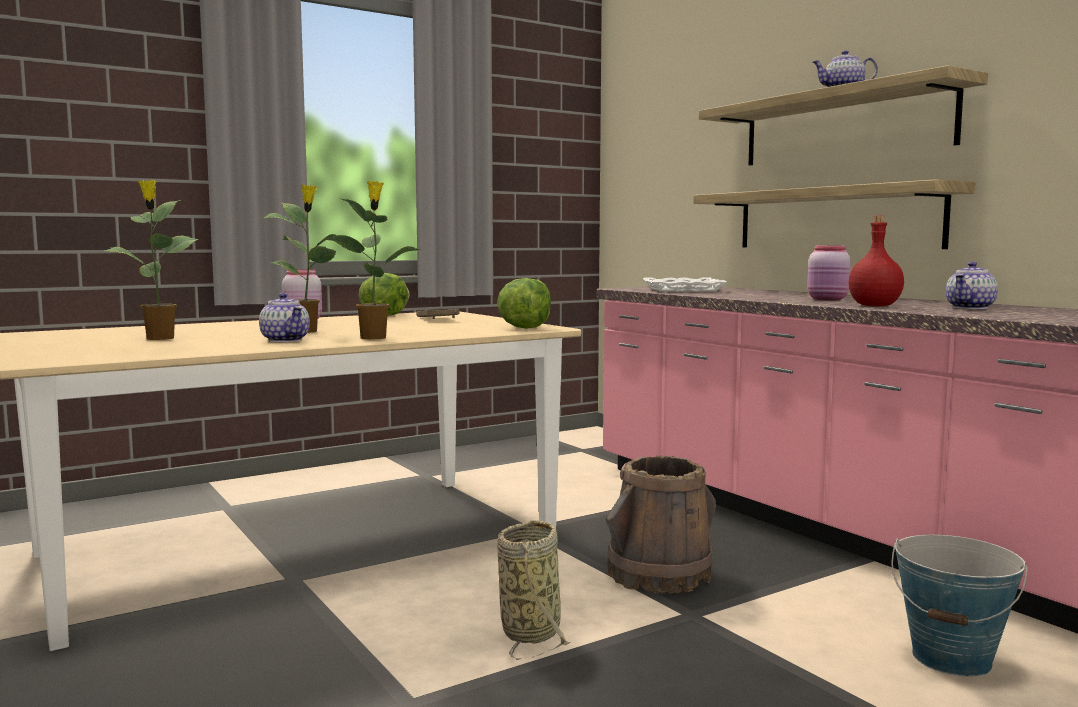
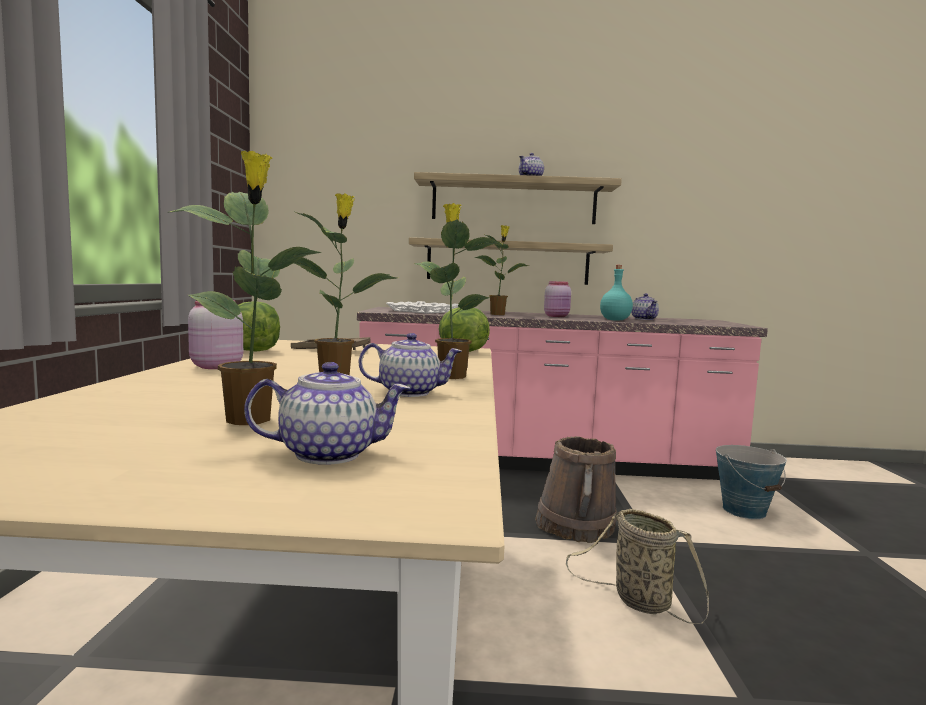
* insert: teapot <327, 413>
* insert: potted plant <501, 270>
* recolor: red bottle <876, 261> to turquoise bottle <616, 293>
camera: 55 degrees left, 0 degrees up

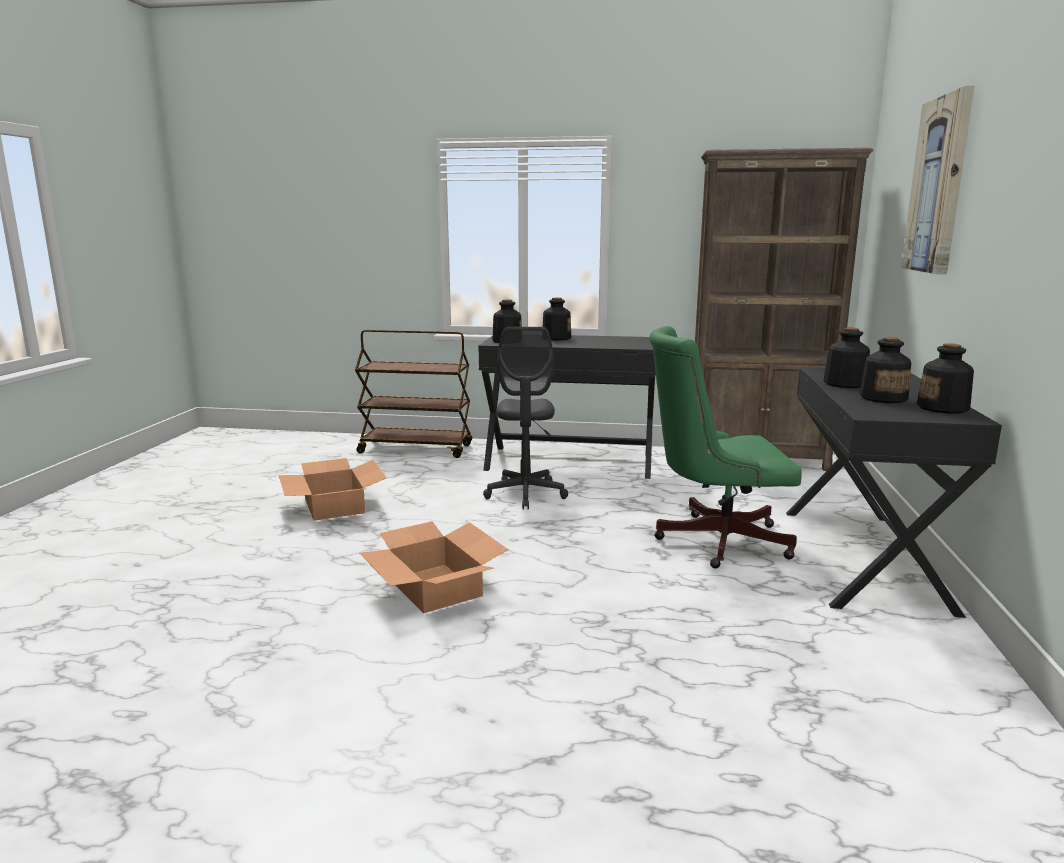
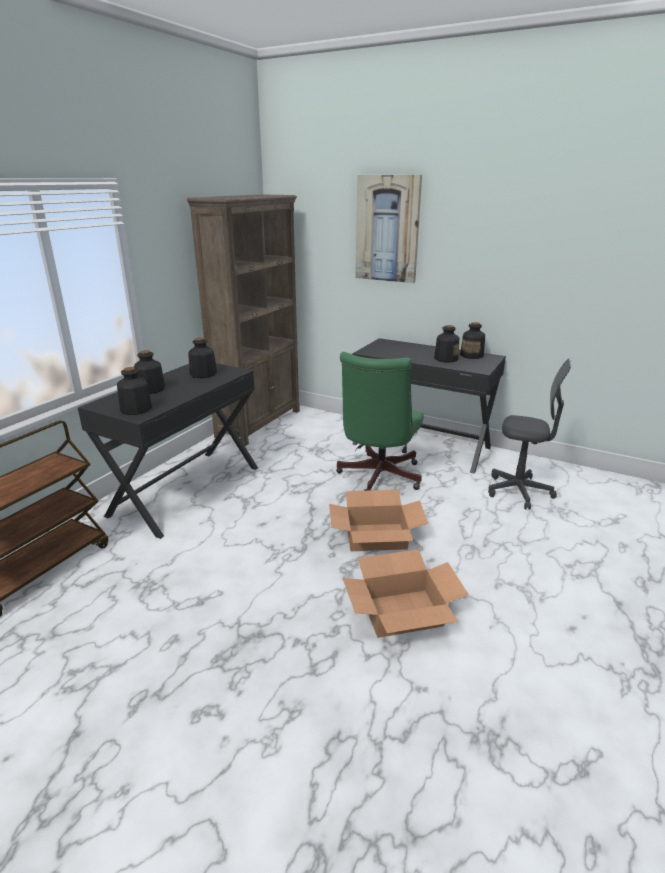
* move: cardboard box <332, 489> to <379, 520>
* move: grey office chair <525, 418> to <529, 434>
* move: bottle <846, 358> to <202, 358>
camera: 70 degrees left, 10 degrees up

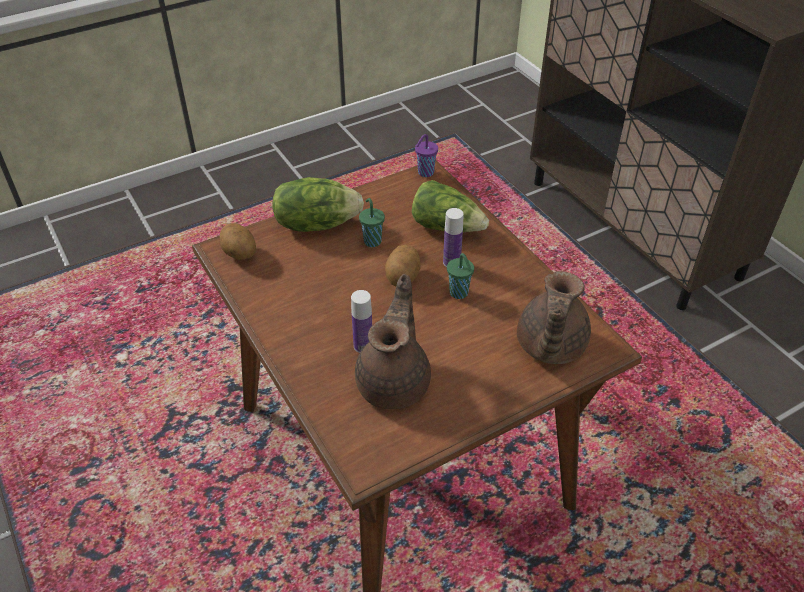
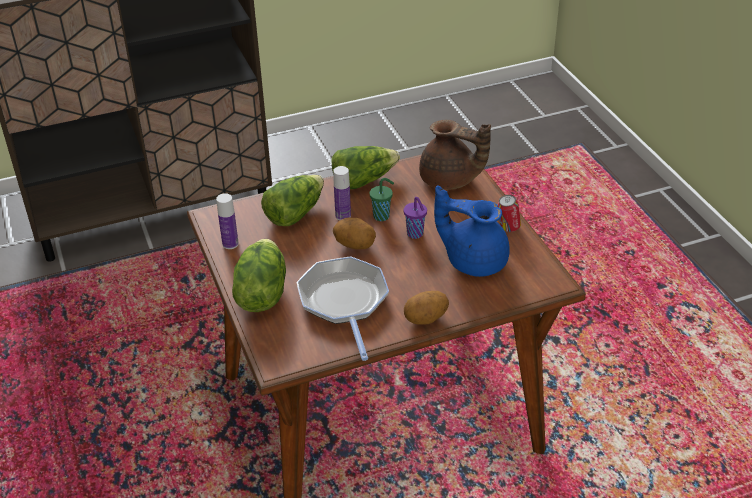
* delete: green cup <372, 222>
* insert: frying pan <342, 308>
* insert: lettuce <365, 168>
* insert: can <509, 213>
* move: potato <238, 241> to <426, 308>
* move: bottle <361, 321> to <227, 221>
* move: purple cup <426, 155> to <415, 218>
* recolor: brown teapot <393, 341> to blue teapot <472, 231>
camera: 80 degrees left, 5 degrees down

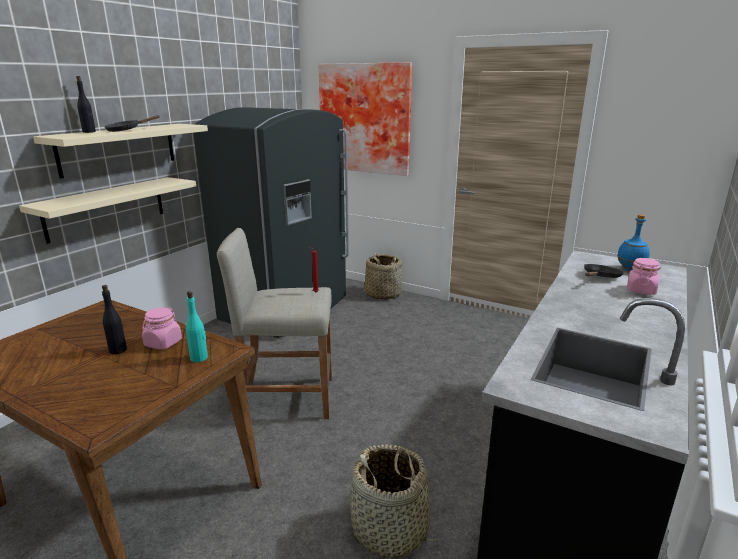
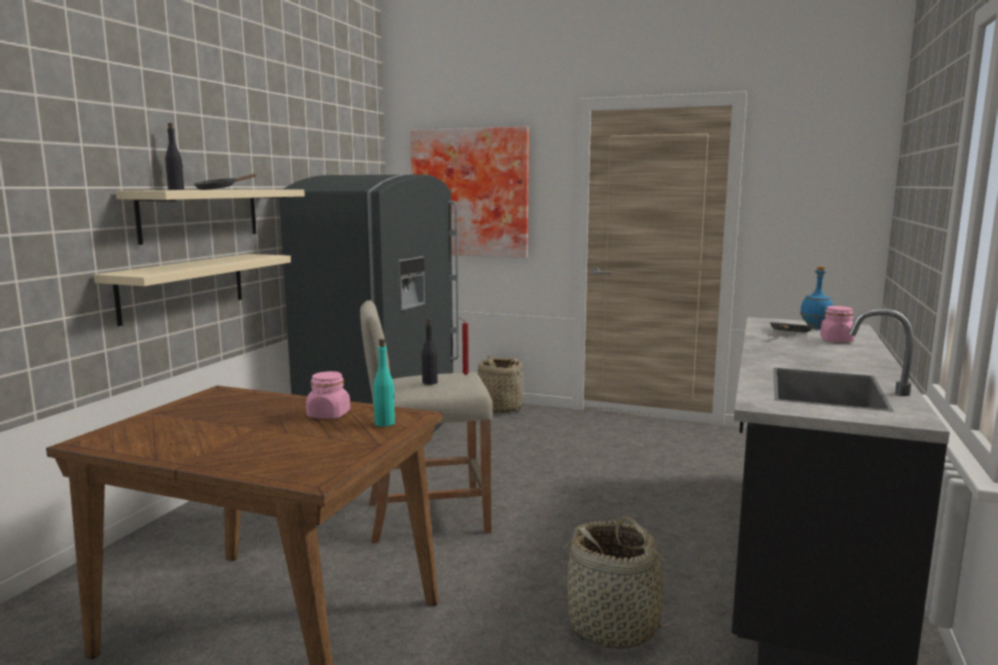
* move: black bottle <114, 319> to <430, 351>
camera: 10 degrees left, 10 degrees down

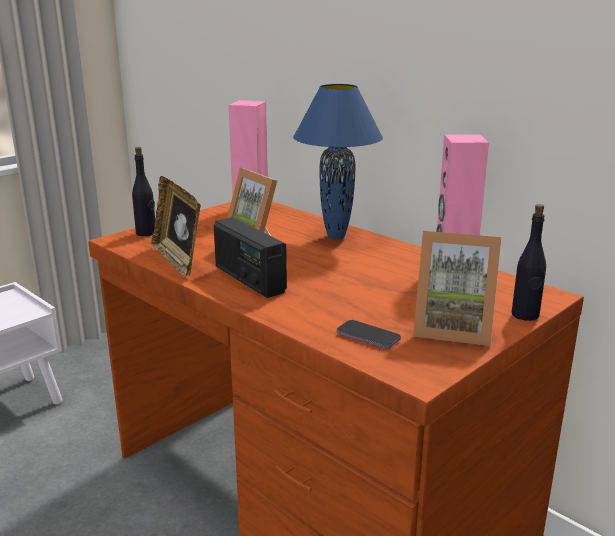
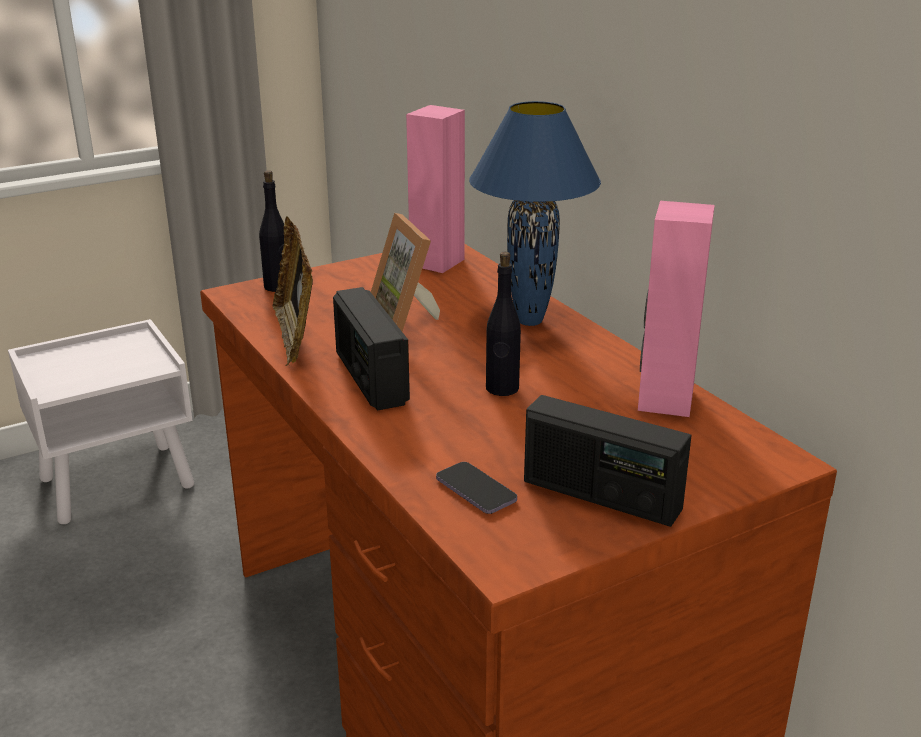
* move: black bottle <529, 262> to <503, 324>
* replace: picture frame <457, 288> to radio <607, 461>
camera: 15 degrees right, 5 degrees up

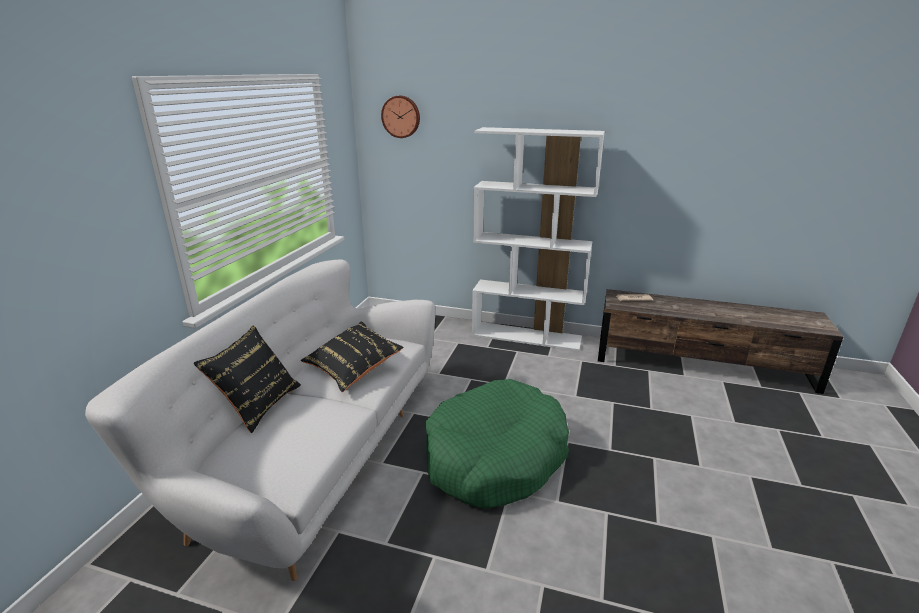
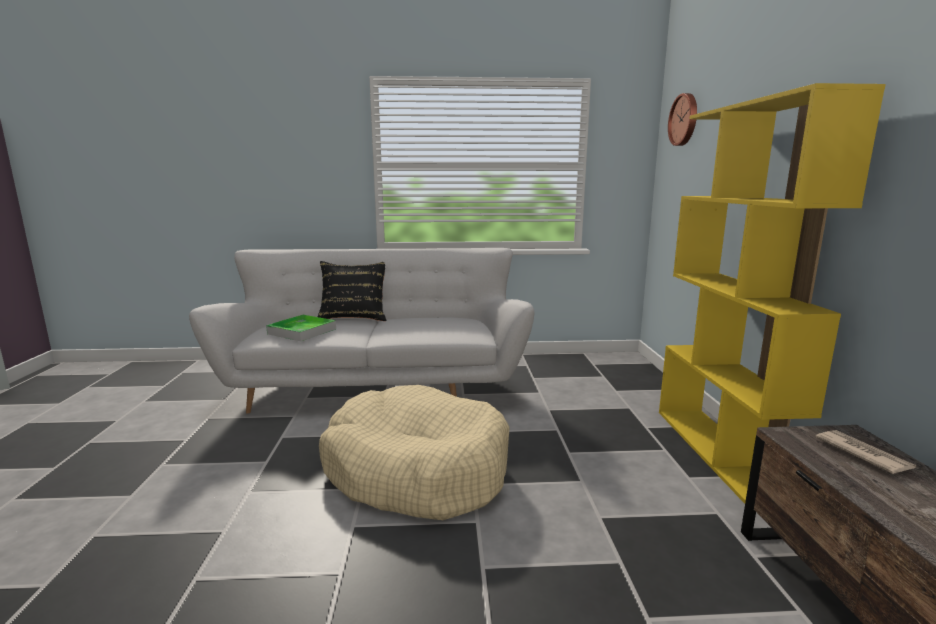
* delete: black pillow <352, 356>
* insert: tray <301, 328>
* recolor: green dog bed <497, 444> to beige dog bed <414, 452>
* recolor: white bookcase <538, 239> to yellow bookcase <772, 293>
camera: 70 degrees right, 10 degrees down

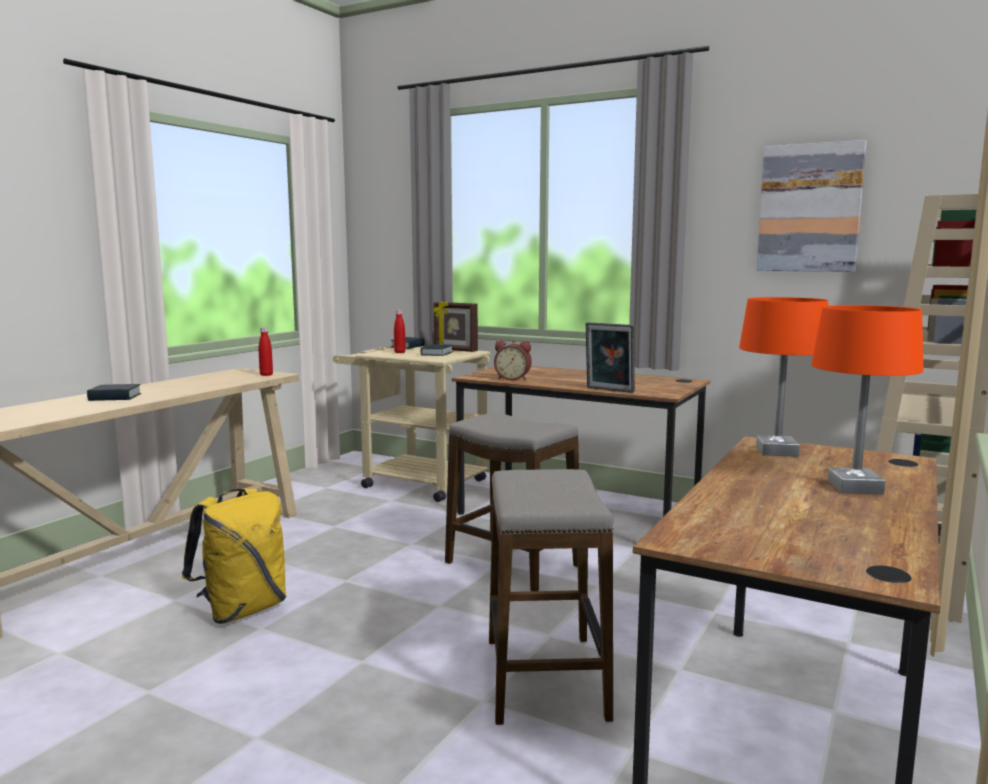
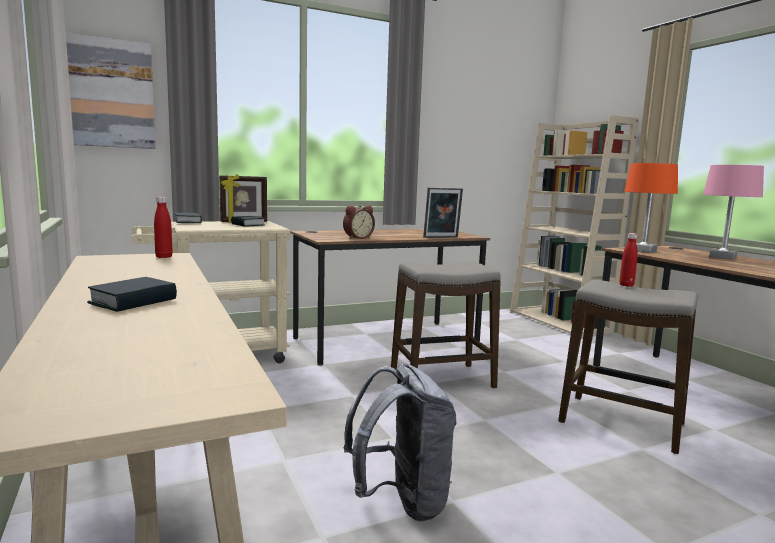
* move: red bottle <400, 331> to <628, 260>
* move: picture <811, 206> to <111, 91>
* recolor: yellow backpack <234, 556> to grey backpack <400, 442>
* recolor: orange table lamp <867, 399> to pink table lamp <733, 212>
camera: 55 degrees left, 0 degrees up

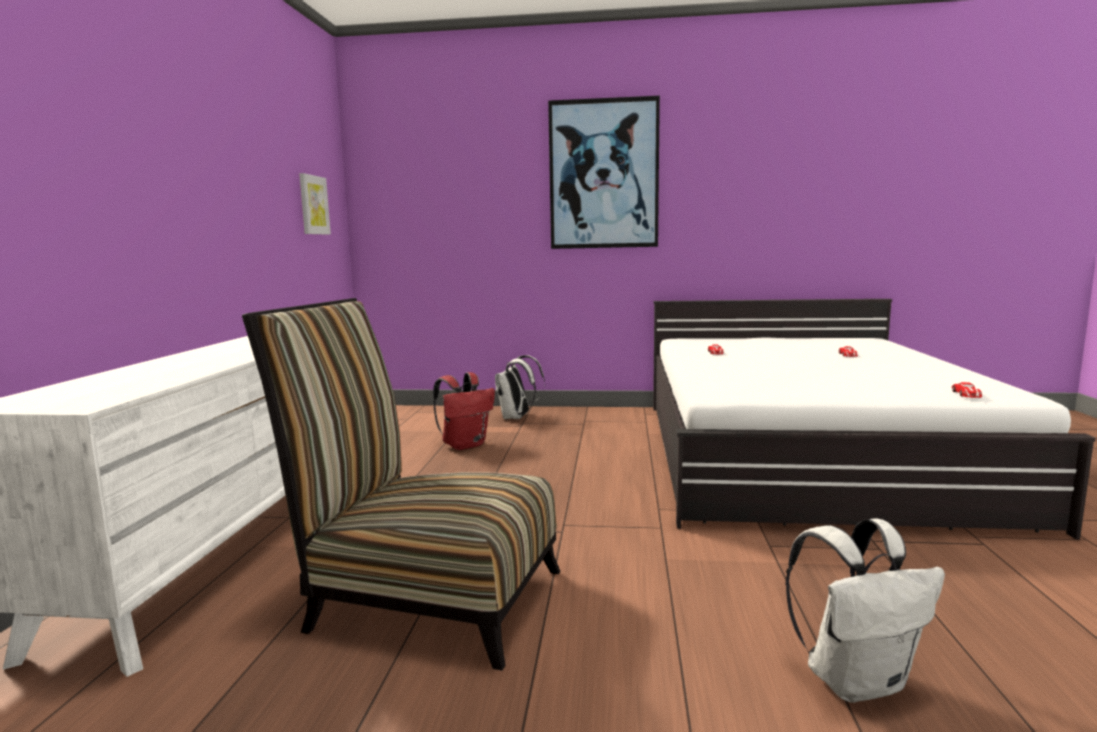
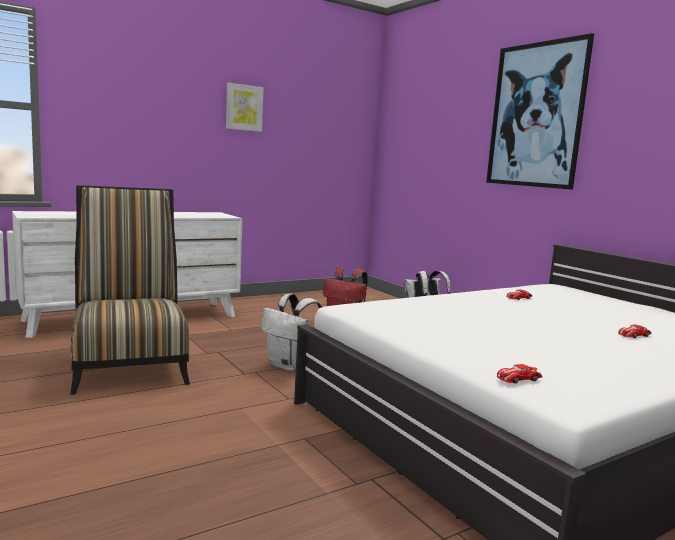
* move: picture <315, 204> to <245, 107>
* move: white backpack <865, 610> to <291, 332>
camera: 50 degrees right, 0 degrees up

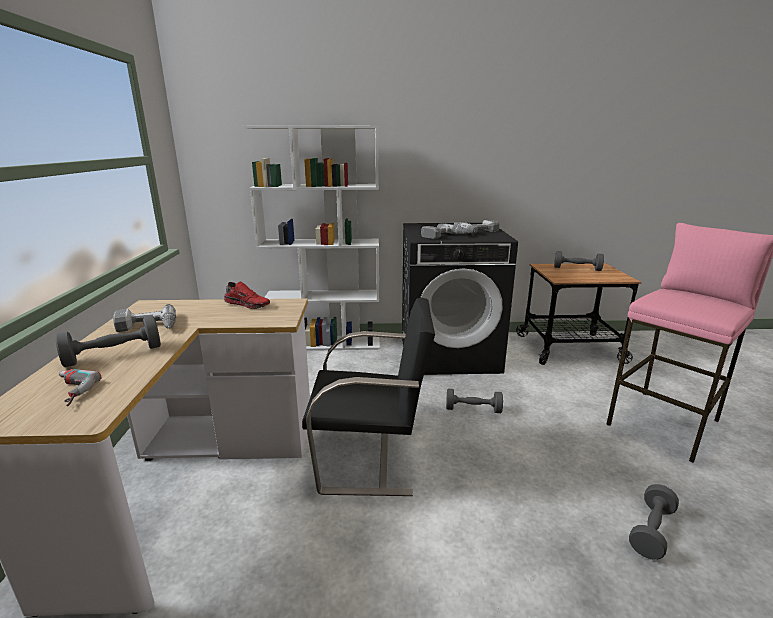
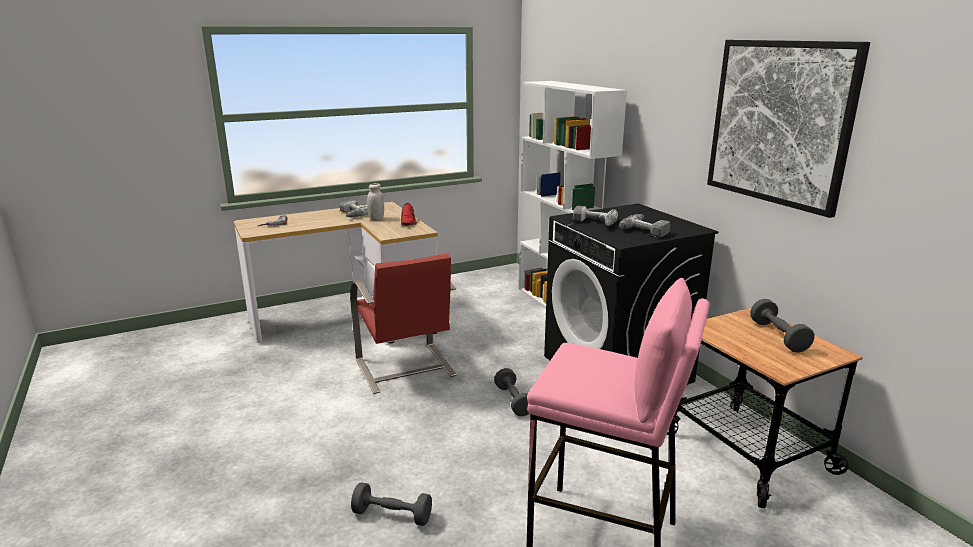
* delete: grey dumbbell <108, 341>
* insert: white jar <375, 202>
* insert: picture <788, 129>
* recolor: black chair <368, 396> to red chair <403, 323>
camera: 65 degrees right, 0 degrees up

